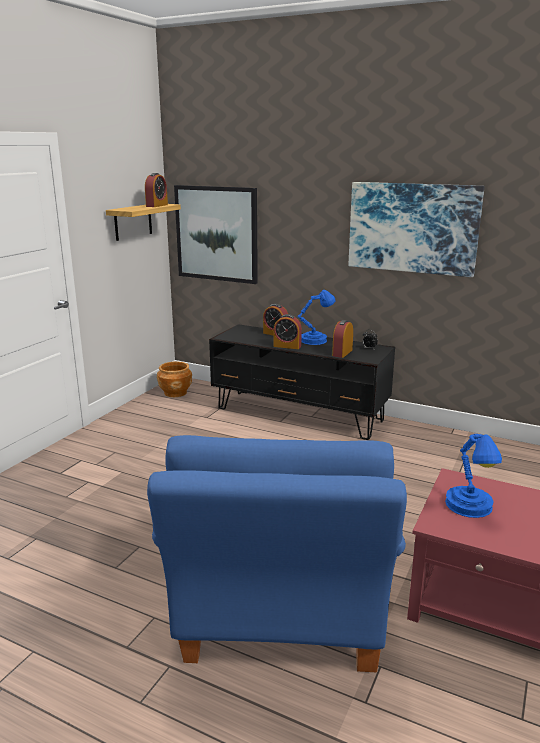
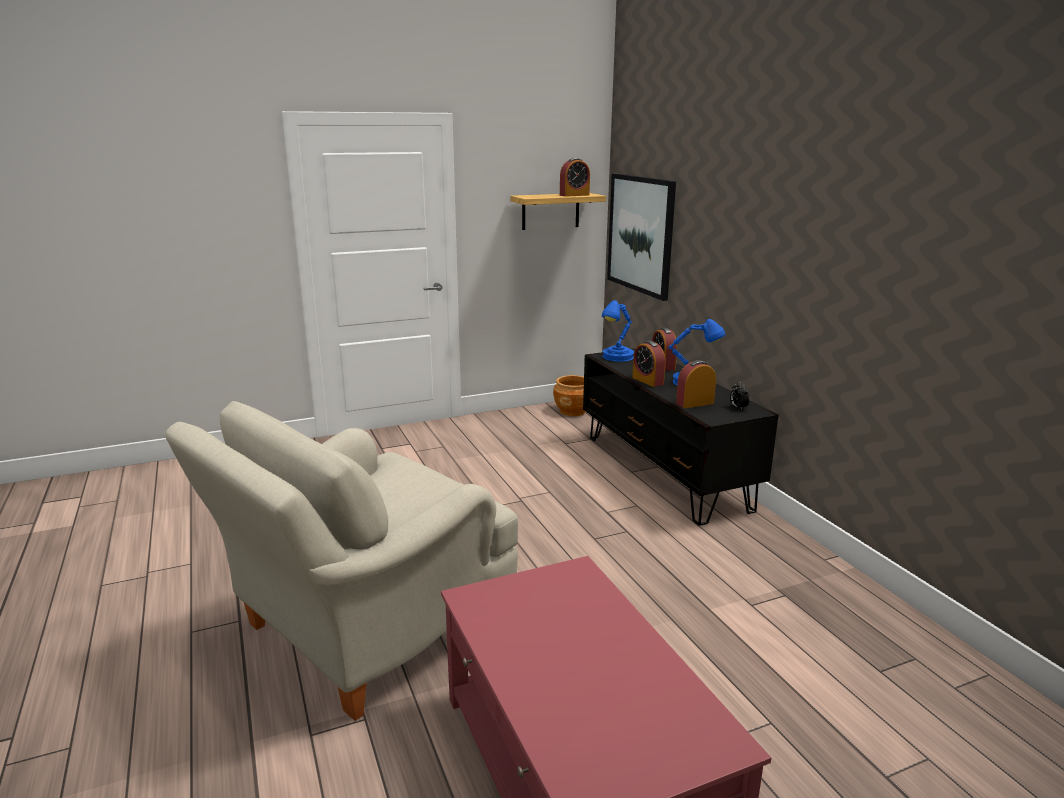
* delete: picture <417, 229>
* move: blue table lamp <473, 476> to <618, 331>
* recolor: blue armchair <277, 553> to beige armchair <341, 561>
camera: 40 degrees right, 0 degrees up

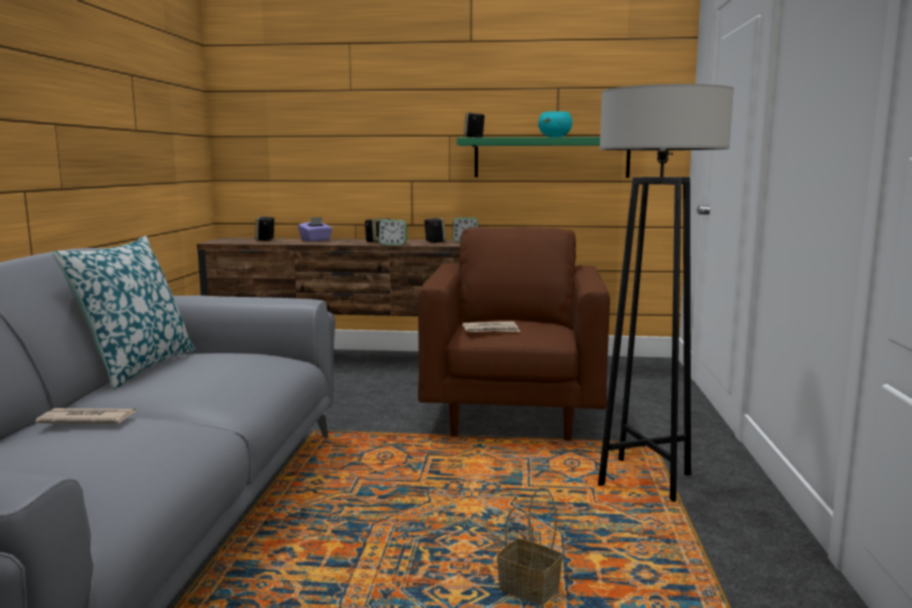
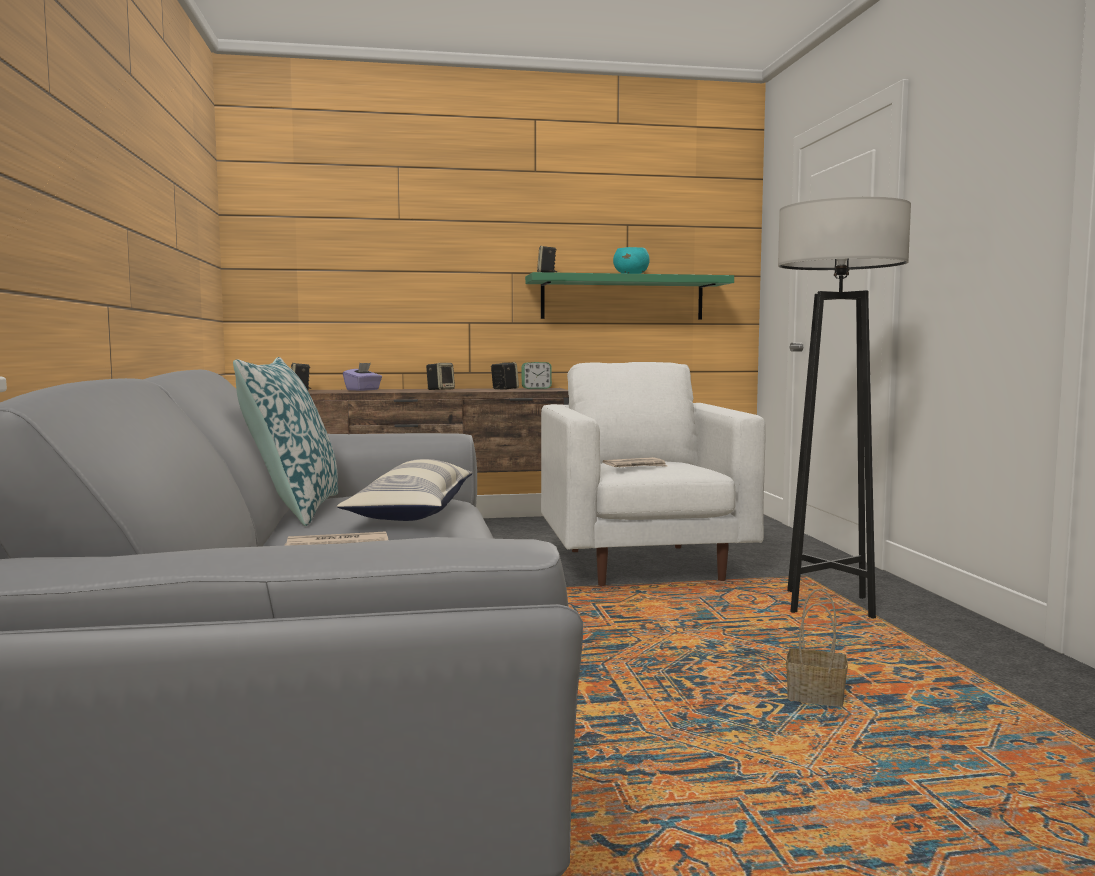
* delete: alarm clock <393, 232>
* insert: pillow <405, 490>
* recolor: brown armchair <514, 334> to white armchair <653, 474>
camera: 15 degrees left, 5 degrees down

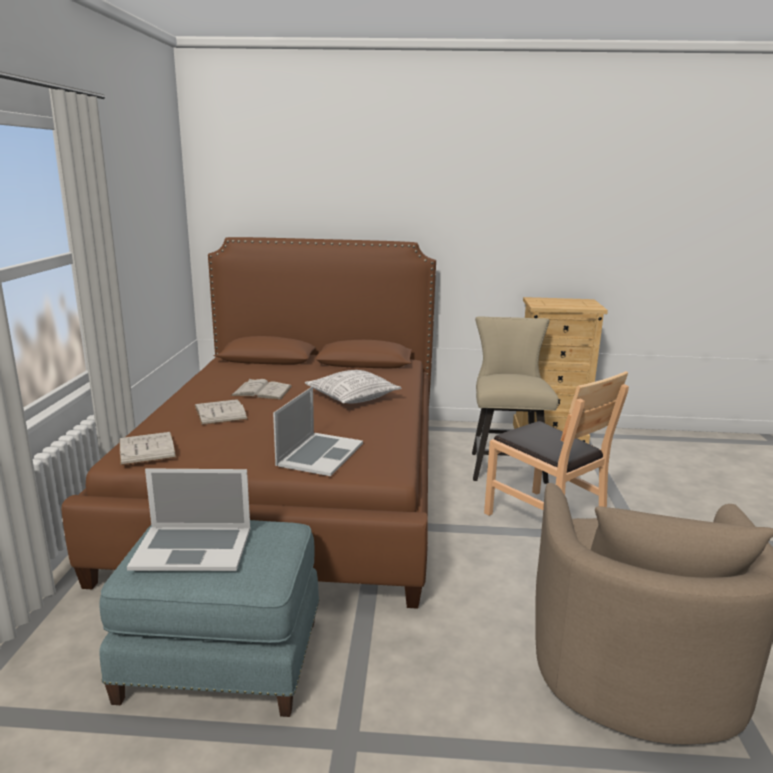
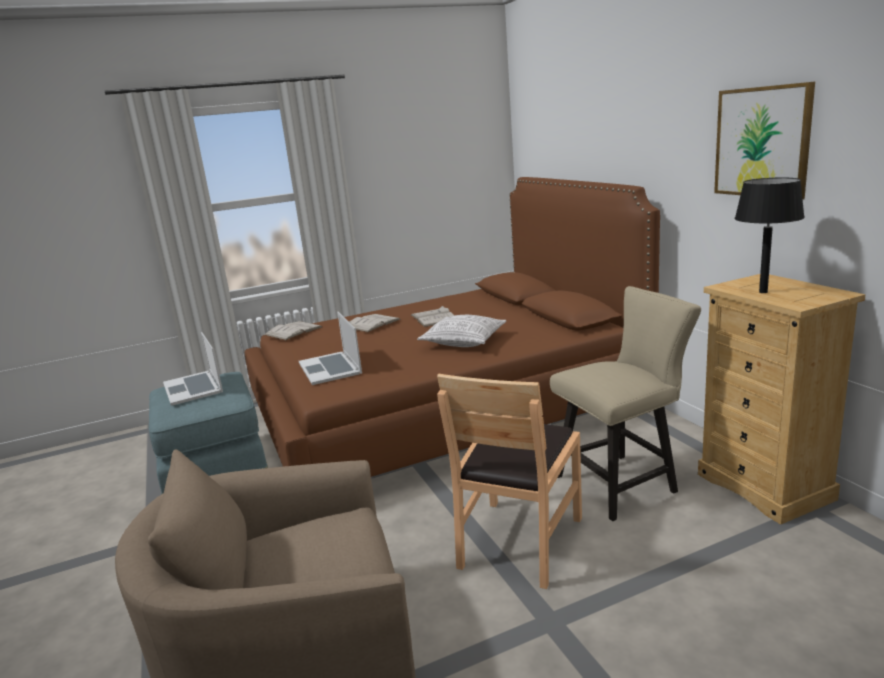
* insert: picture <764, 140>
* insert: black table lamp <770, 235>
* rotate: laptop <318, 431> = <330, 348> 75 degrees clockwise
camera: 65 degrees right, 0 degrees up

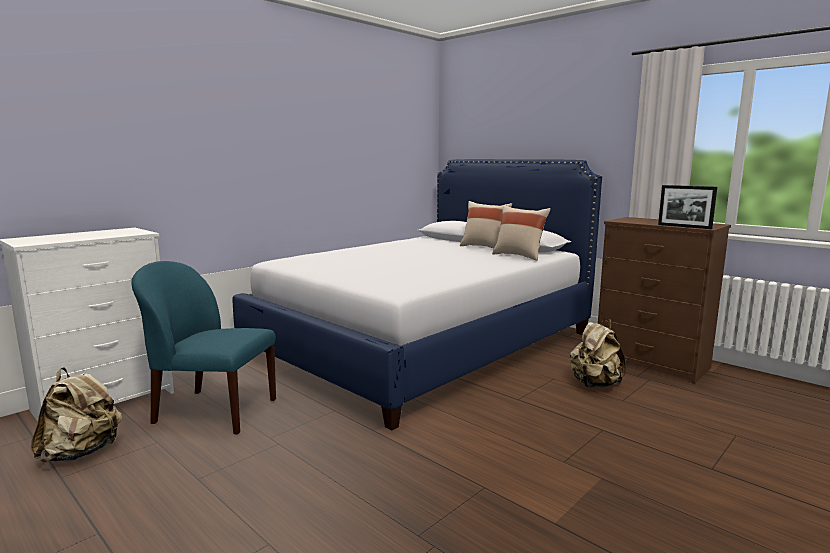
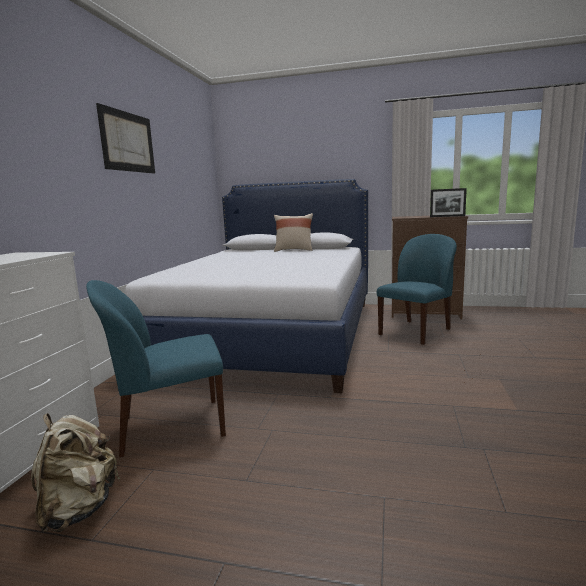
* delete: beige pillow <521, 233>
* insert: picture <125, 138>
* replace: beige backpack <598, 353> to blue chair <417, 289>
camera: 30 degrees left, 0 degrees up

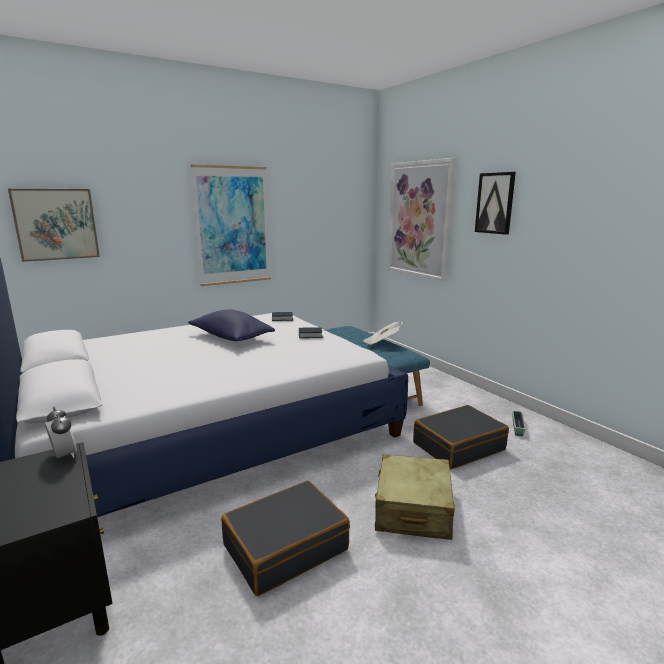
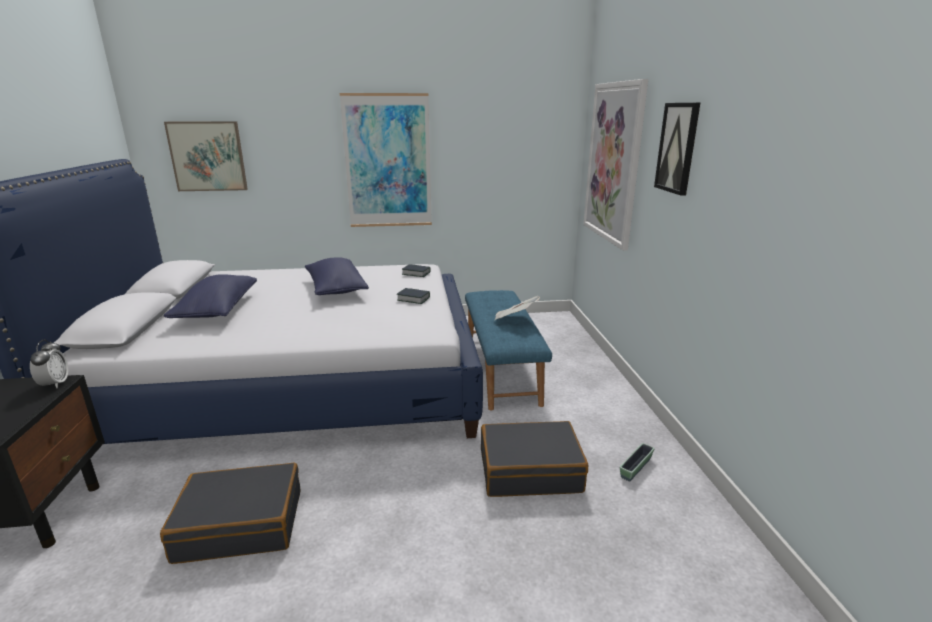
* delete: beige suitcase <415, 497>
* insert: blue pillow <210, 296>
camera: 25 degrees right, 5 degrees up

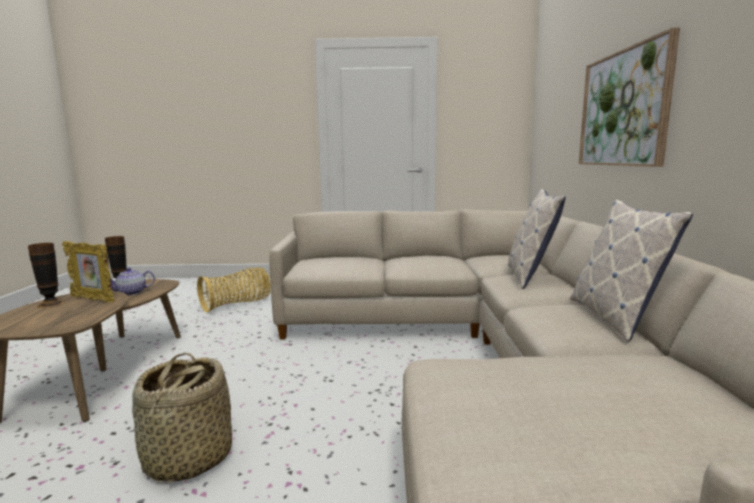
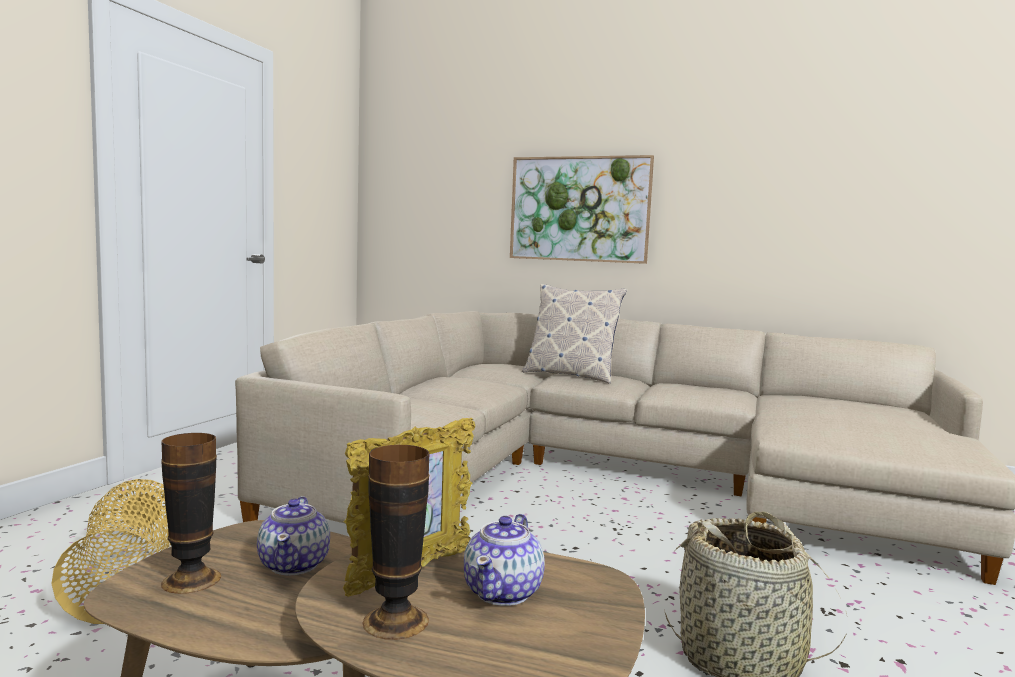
* delete: pillow <631, 270>
* insert: teapot <504, 560>
camera: 70 degrees left, 5 degrees down

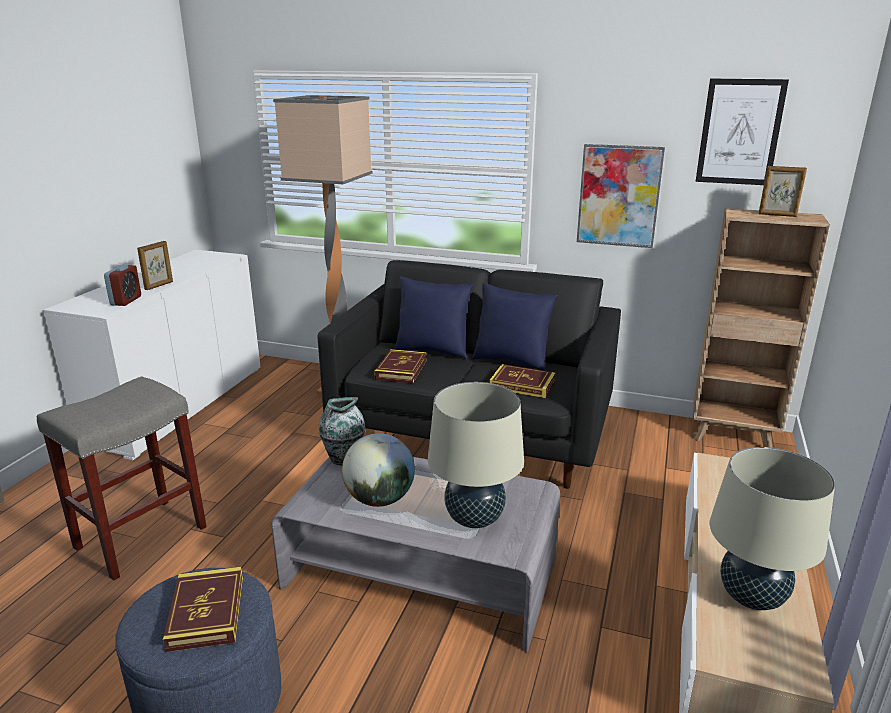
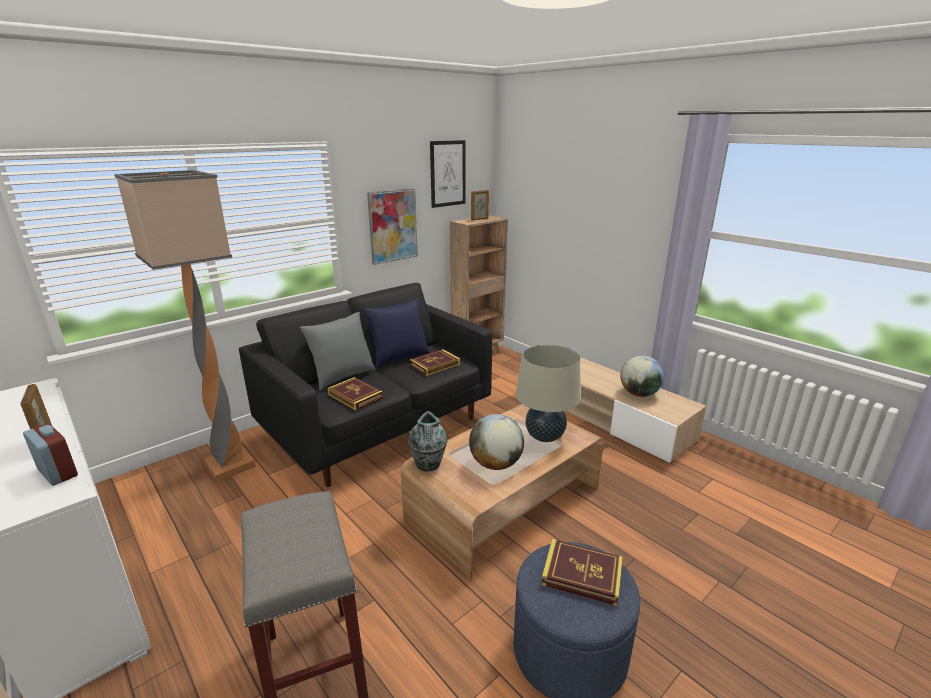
* replace: beige table lamp <772, 528> to globe <642, 376>
* recolor: grey coffee table <415, 555> to brown coffee table <502, 492>
* recolor: blue pillow <434, 318> to grey pillow <338, 351>
camera: 60 degrees left, 0 degrees up

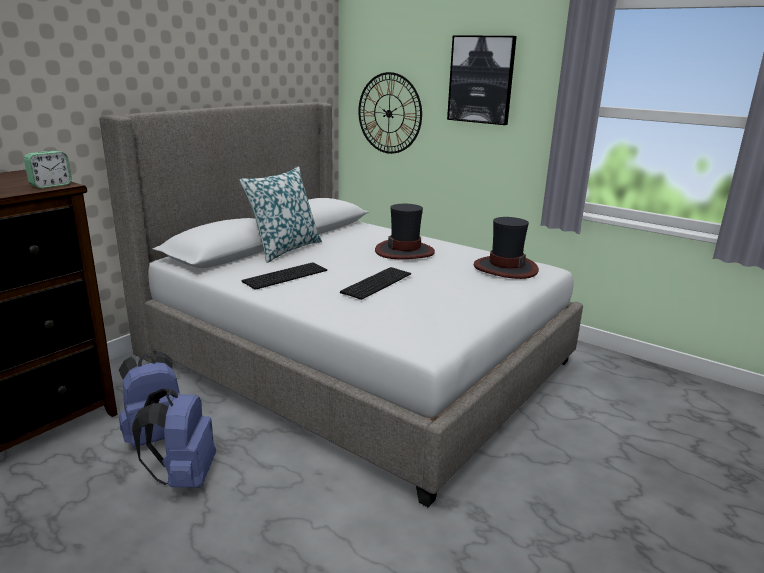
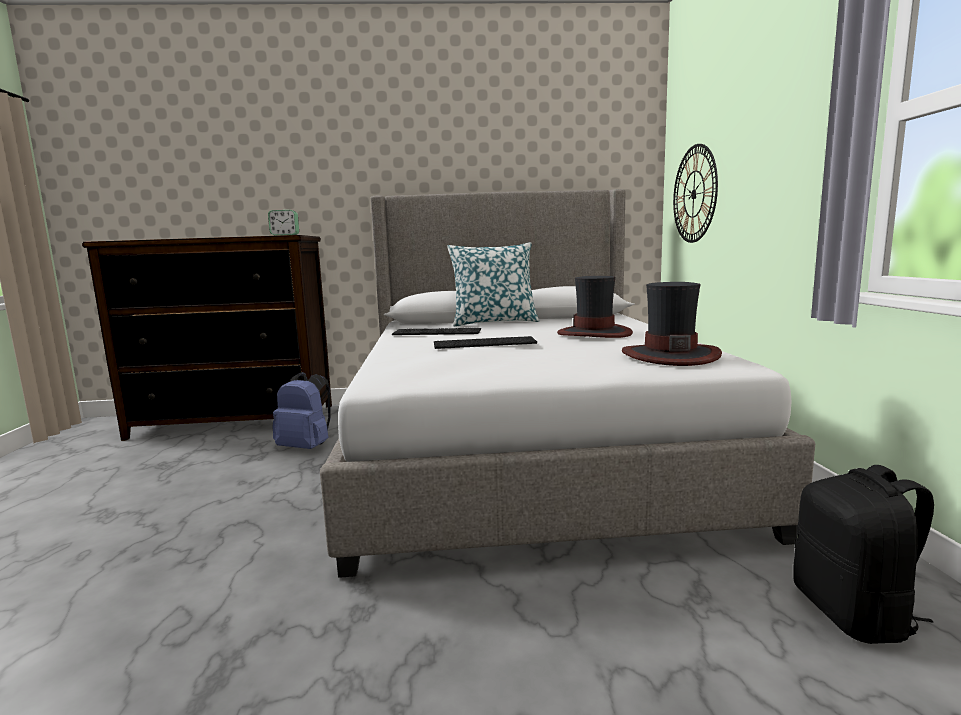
* delete: blue backpack <174, 438>
* delete: picture <482, 80>
* insert: black backpack <863, 554>
camera: 50 degrees right, 10 degrees down

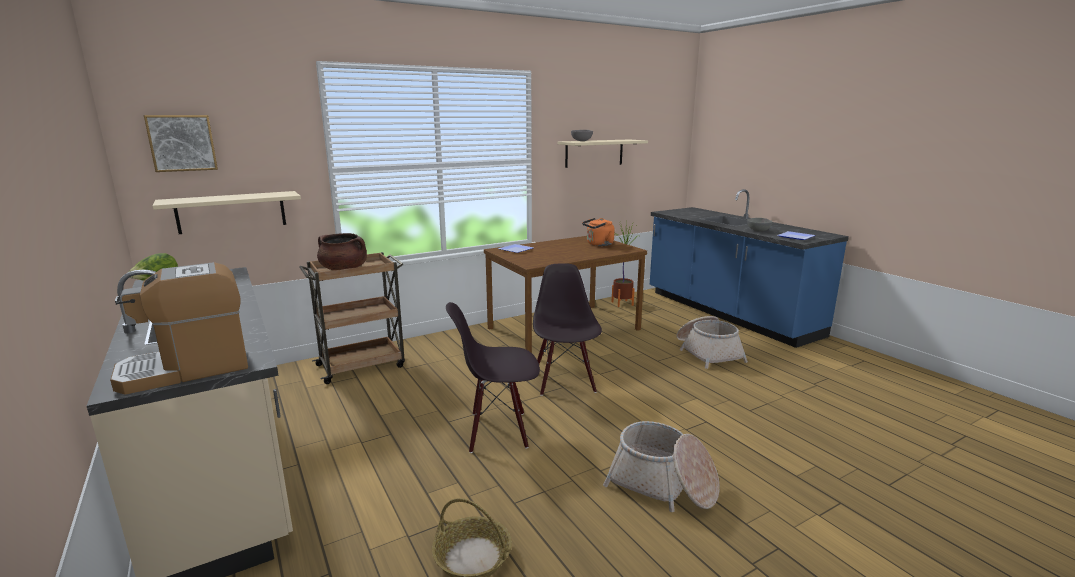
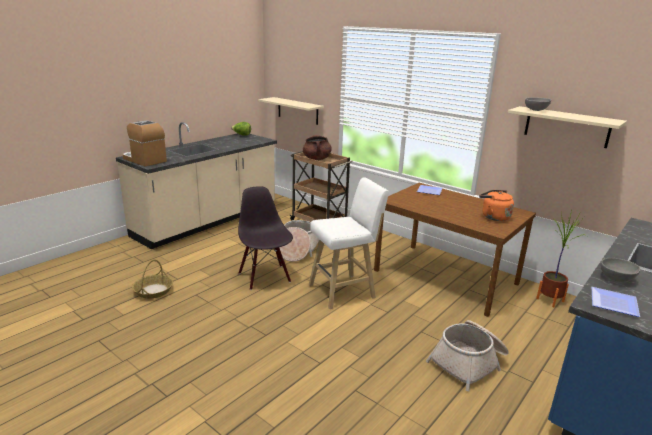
* delete: picture <181, 143>
* move: basket <661, 466> to <299, 241>
* replace: black chair <567, 329> to white stool <349, 243>
camera: 70 degrees right, 5 degrees up

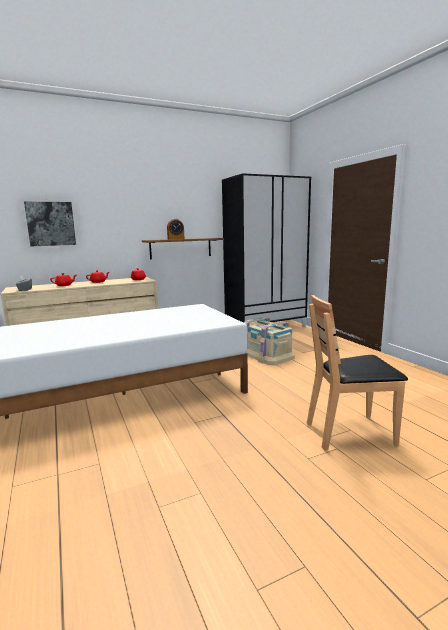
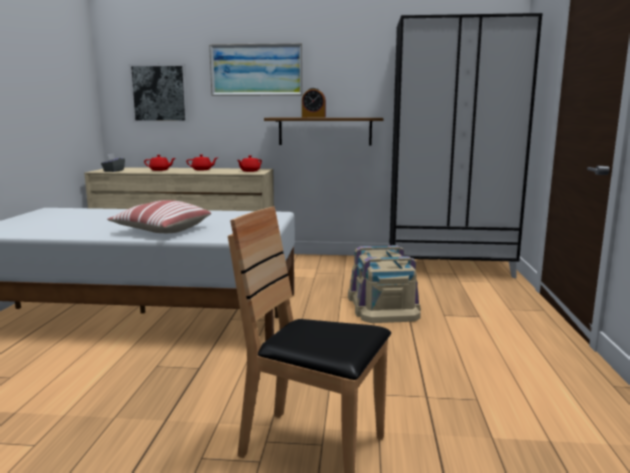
* insert: pillow <159, 216>
* insert: picture <256, 69>
camera: 30 degrees right, 0 degrees up

